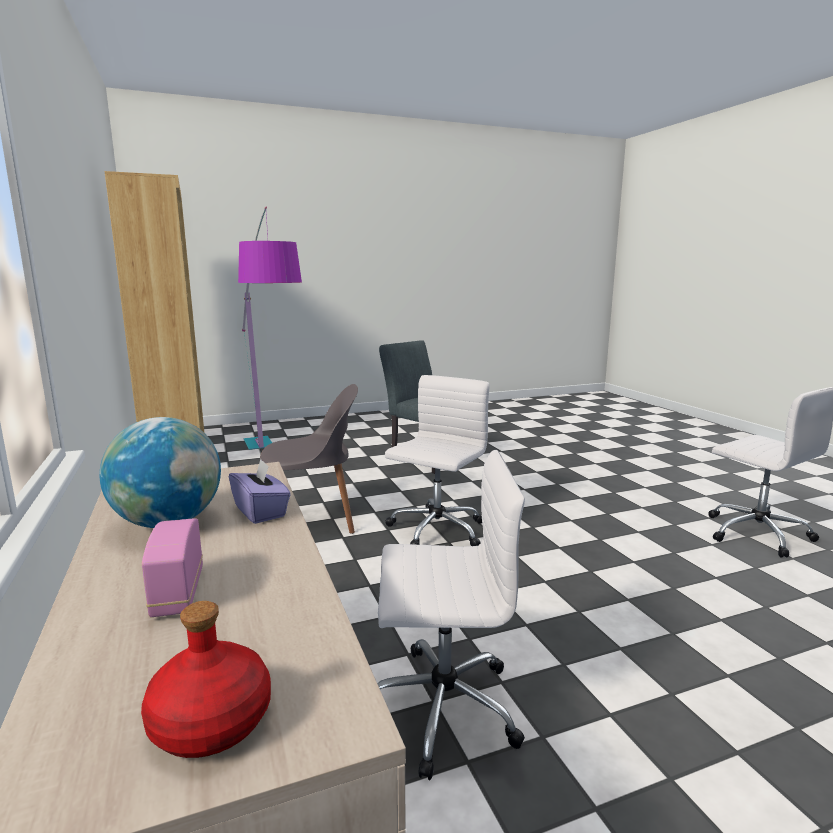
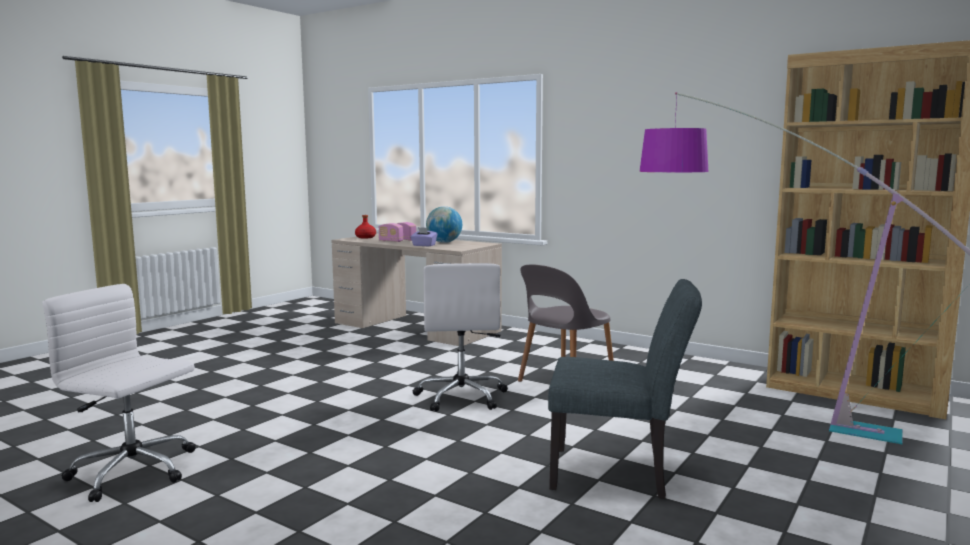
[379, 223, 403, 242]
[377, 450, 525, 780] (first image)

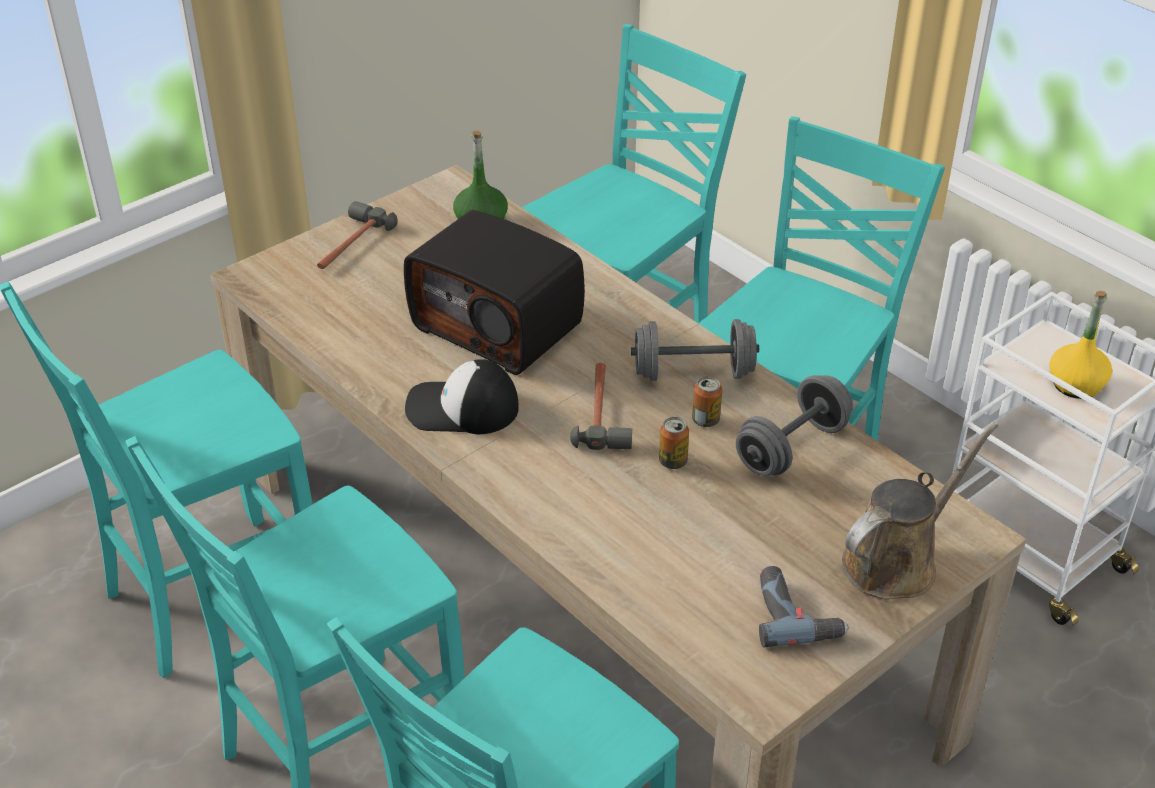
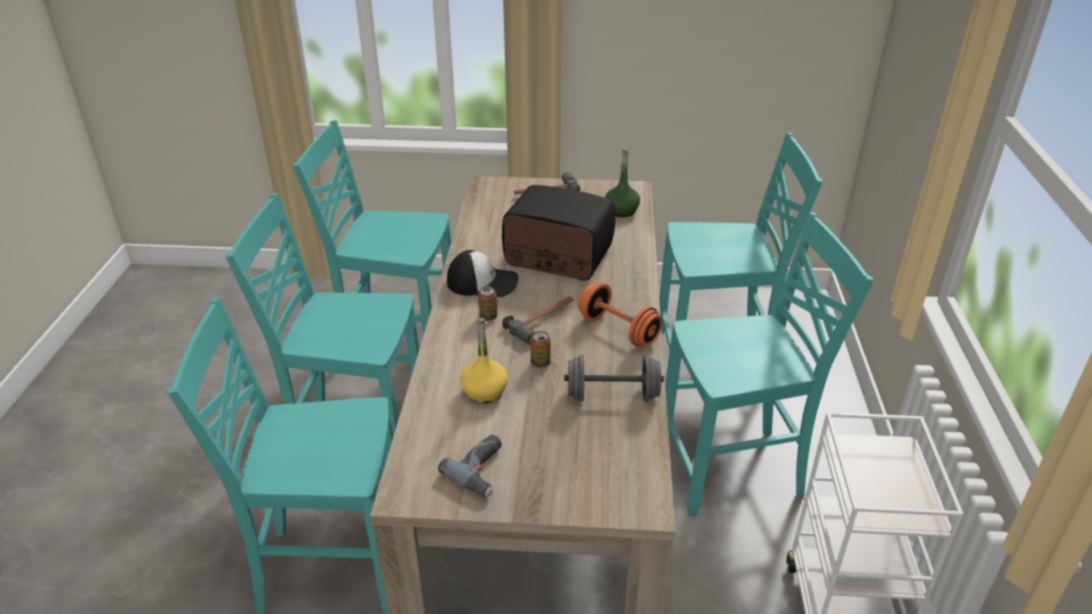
[447, 250, 519, 297]
[460, 318, 508, 403]
[478, 286, 497, 321]
[502, 185, 615, 281]
[578, 283, 663, 346]
[842, 422, 998, 599] (first image)

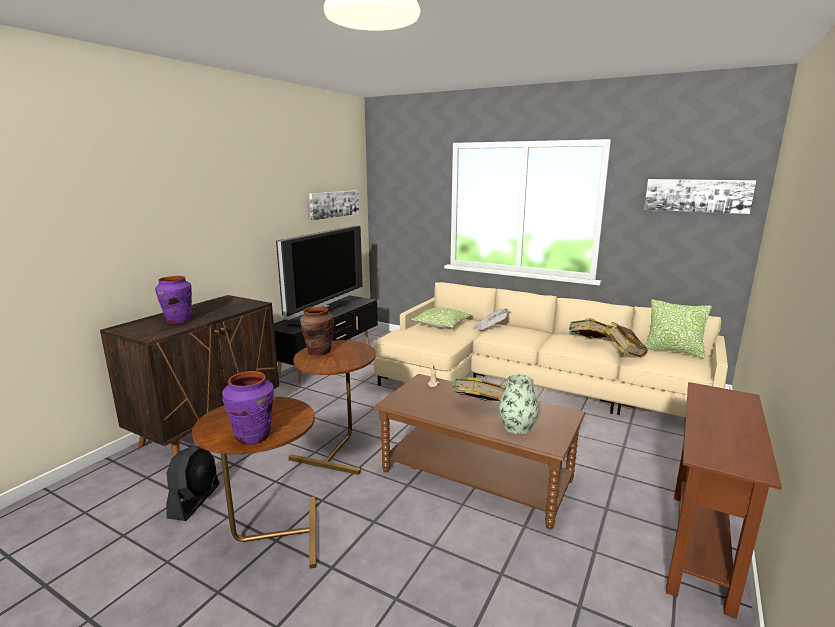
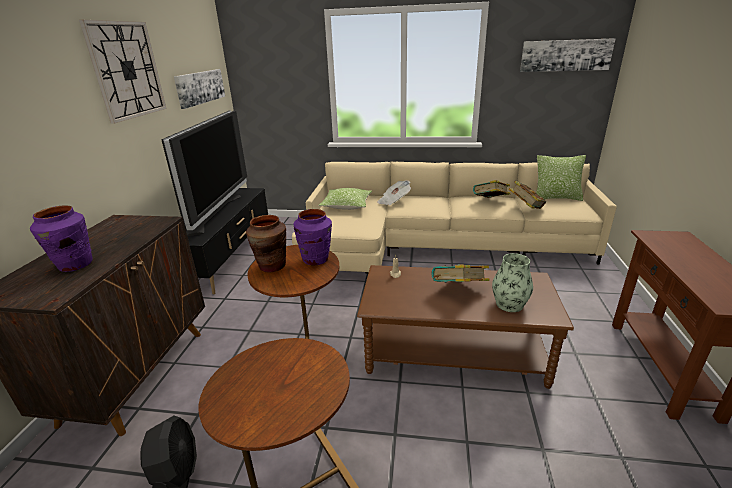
[79, 20, 167, 124]
[293, 209, 332, 265]

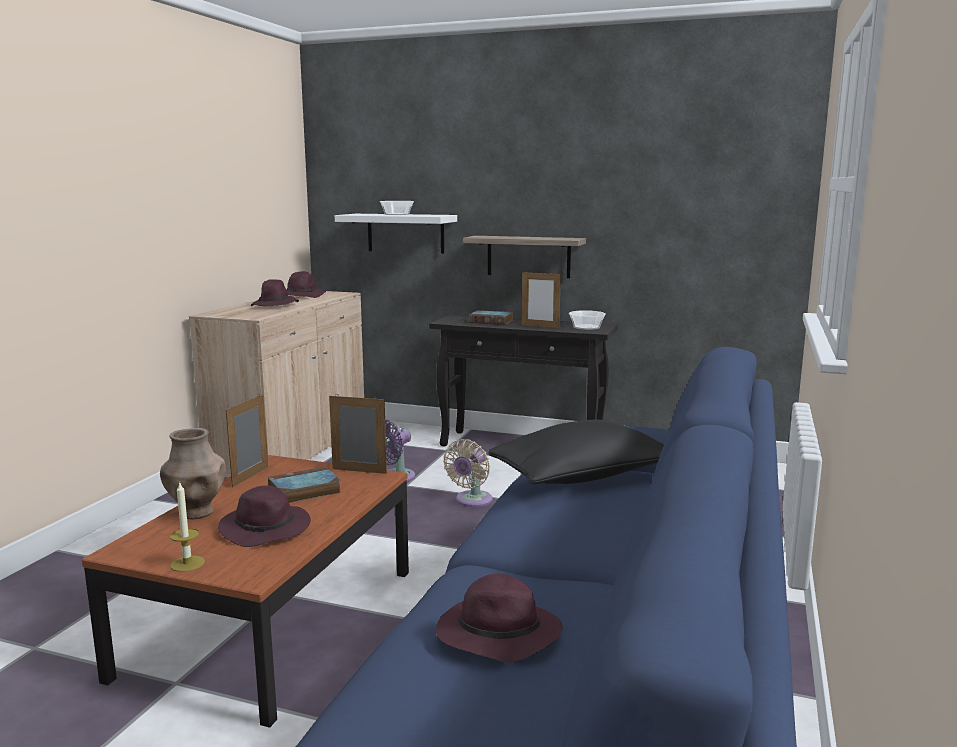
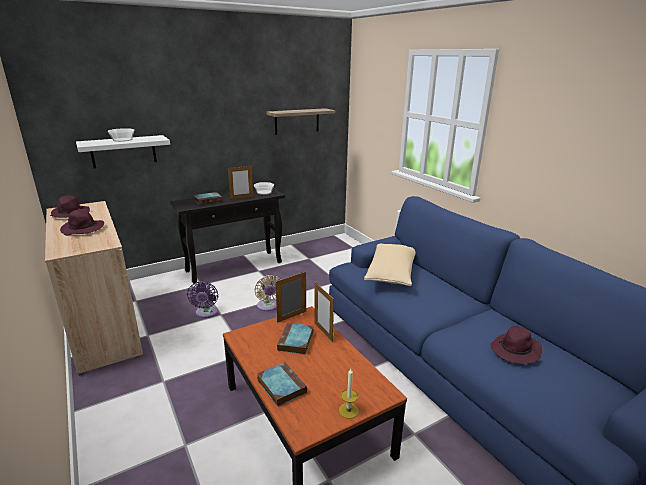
[257, 362, 307, 407]
[267, 108, 335, 135]
[314, 282, 334, 342]
[364, 244, 416, 286]
[218, 486, 311, 547] (first image)

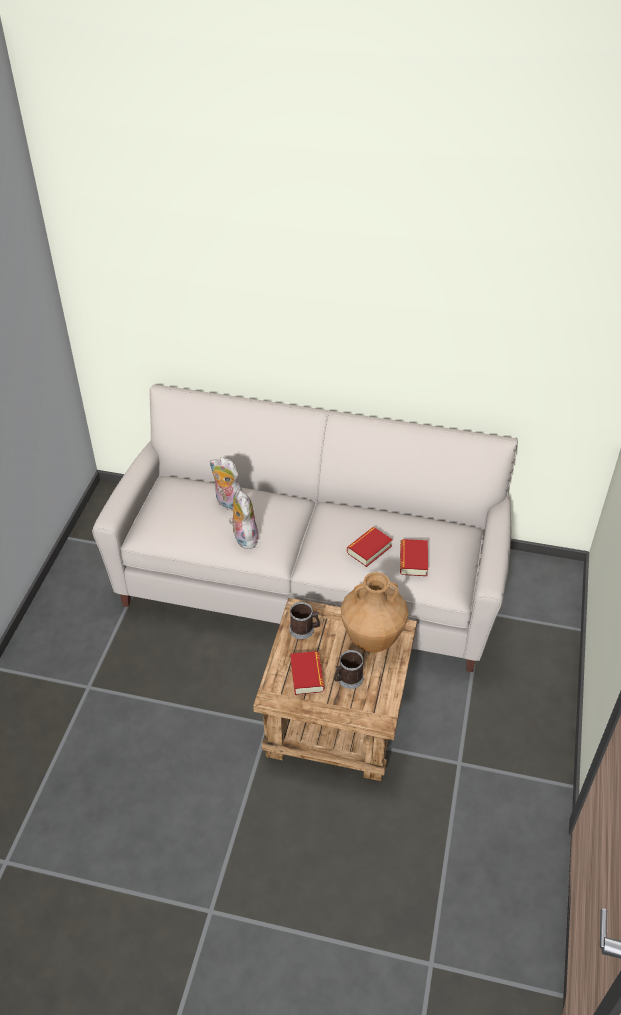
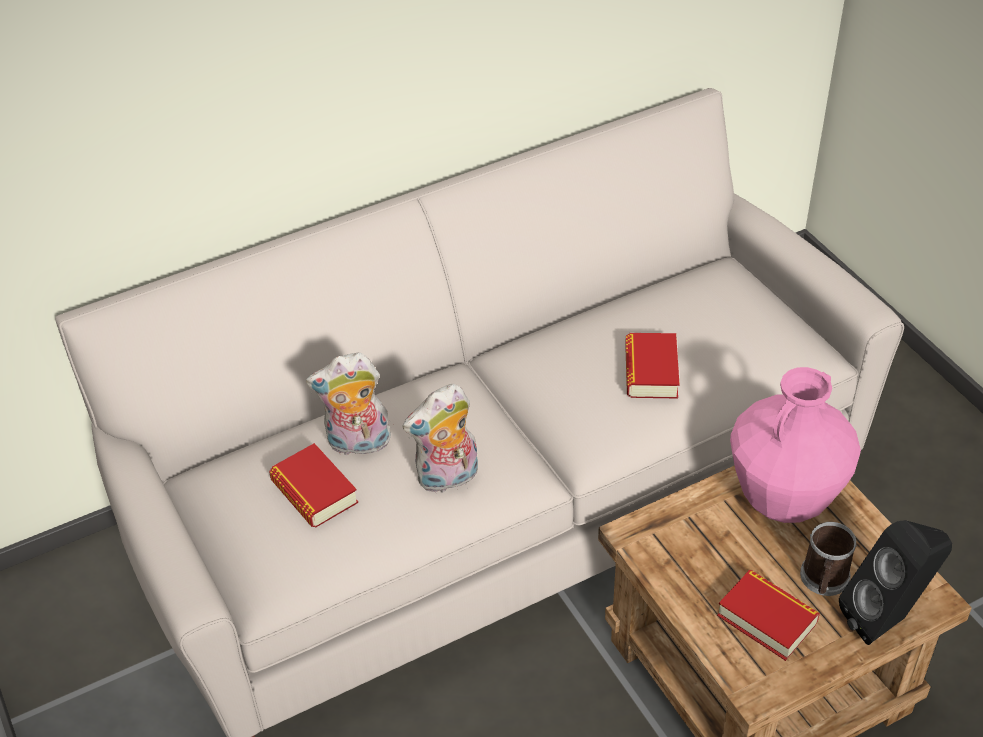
[269, 443, 358, 528]
[402, 384, 478, 494]
[730, 367, 861, 523]
[839, 520, 952, 645]
[289, 602, 320, 639] (first image)

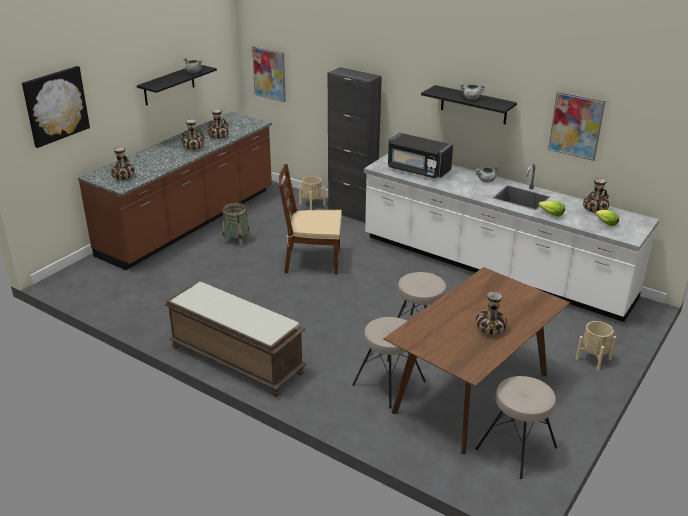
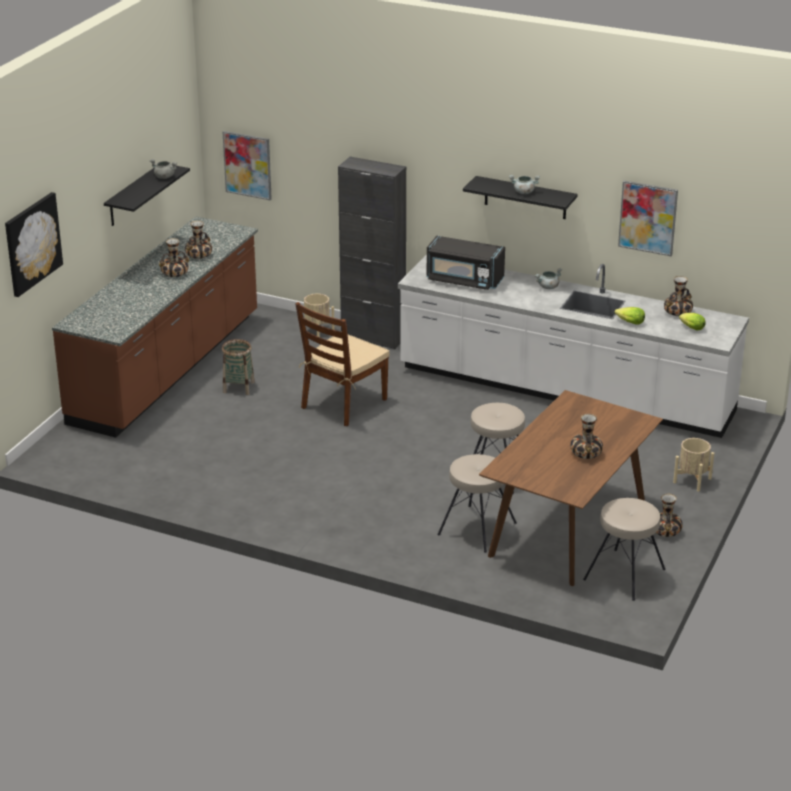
[295, 302, 389, 426]
[656, 494, 683, 537]
[164, 282, 306, 396] (first image)

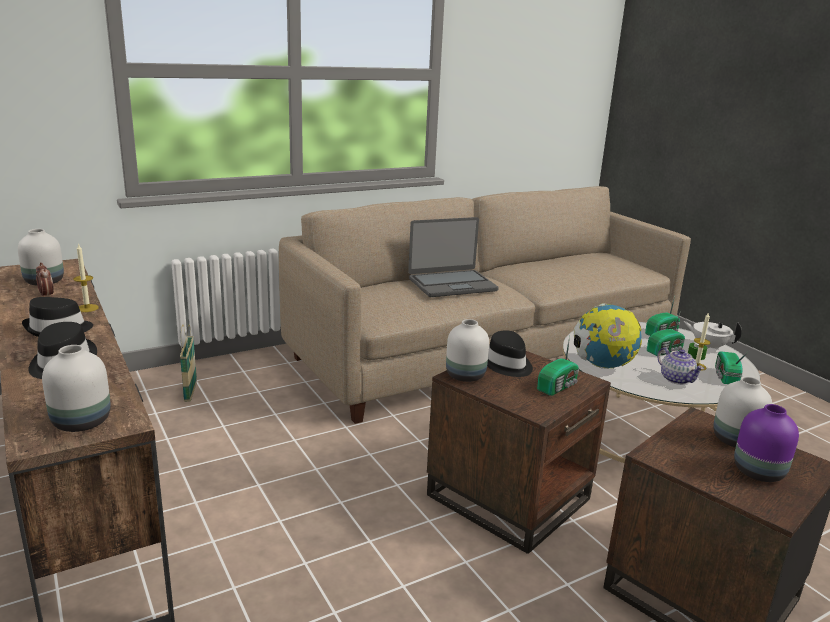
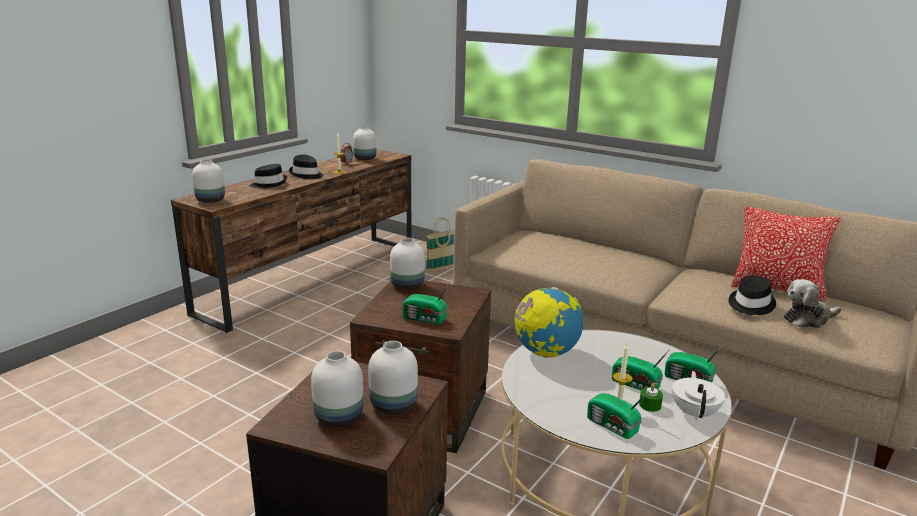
[311, 351, 364, 427]
[587, 390, 650, 439]
[728, 275, 776, 315]
[731, 206, 841, 302]
[783, 279, 841, 328]
[408, 217, 499, 297] (first image)
[657, 347, 704, 385] (first image)

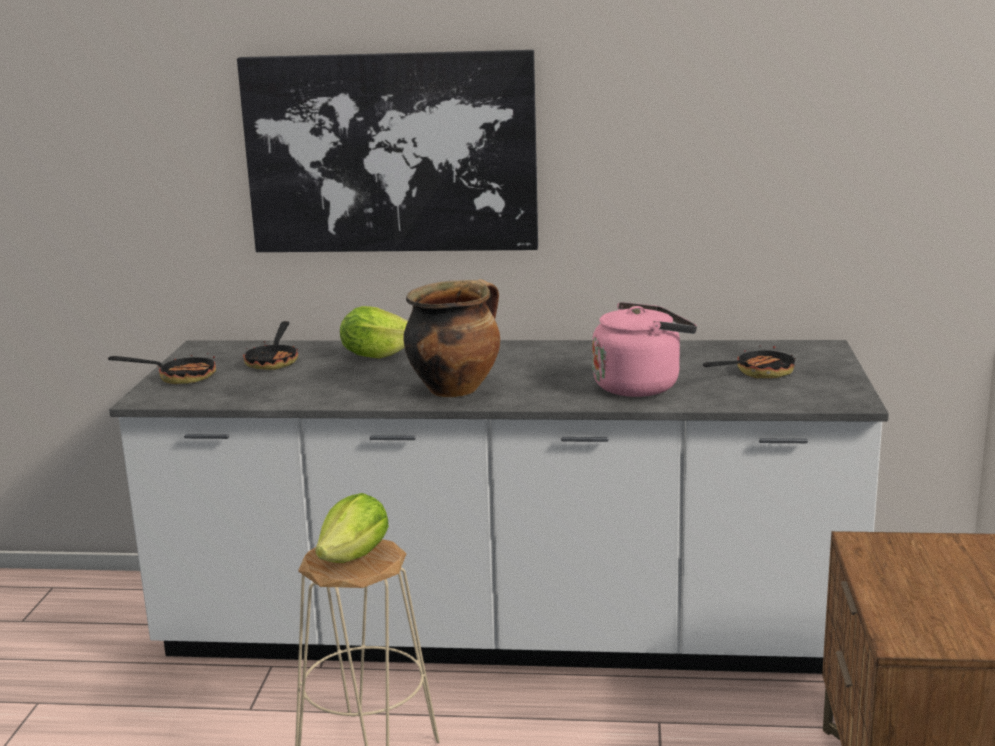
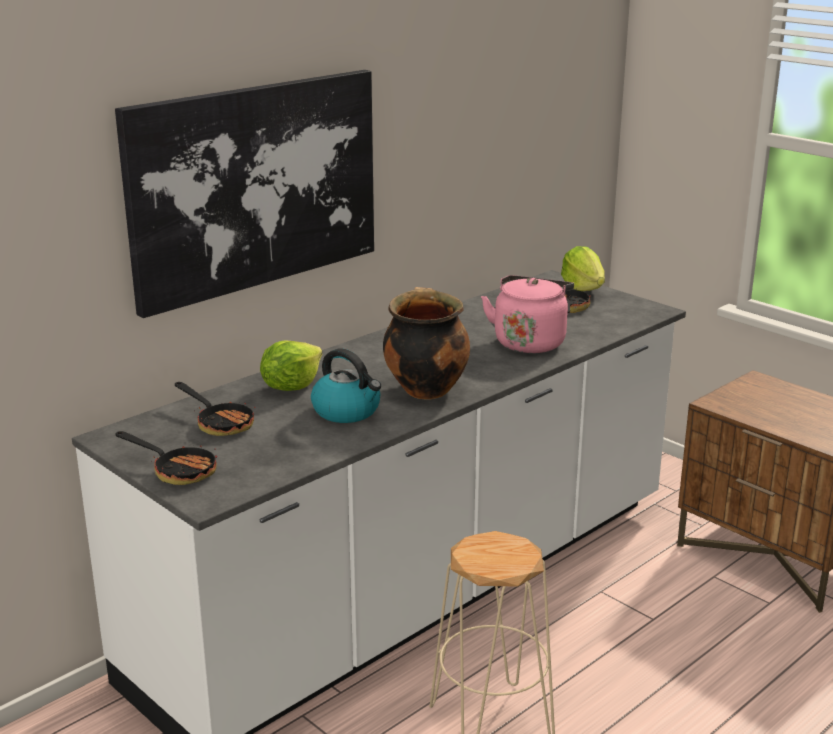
[115, 431, 217, 485]
[311, 348, 381, 423]
[561, 246, 605, 291]

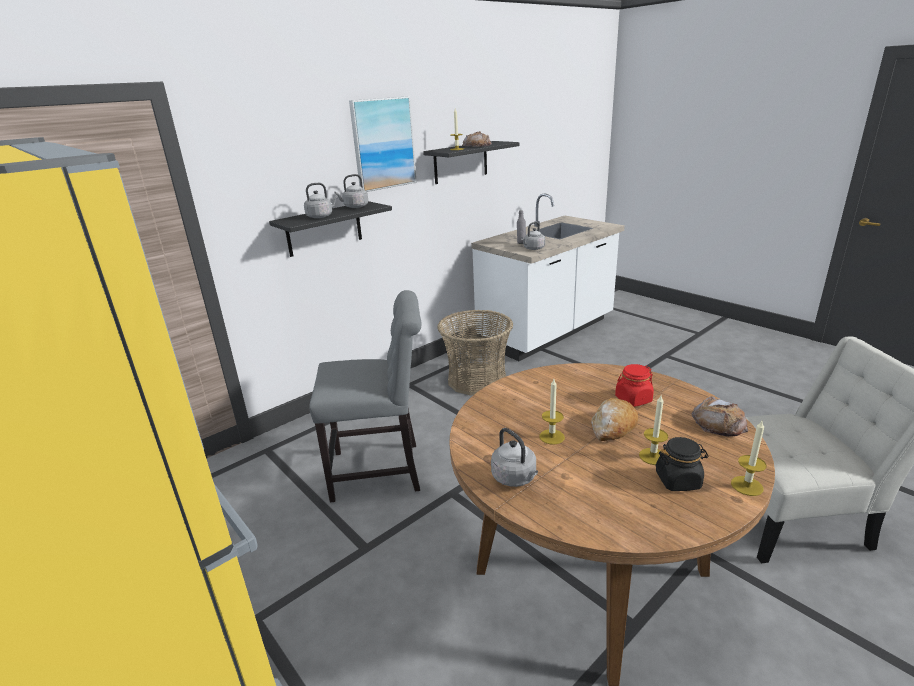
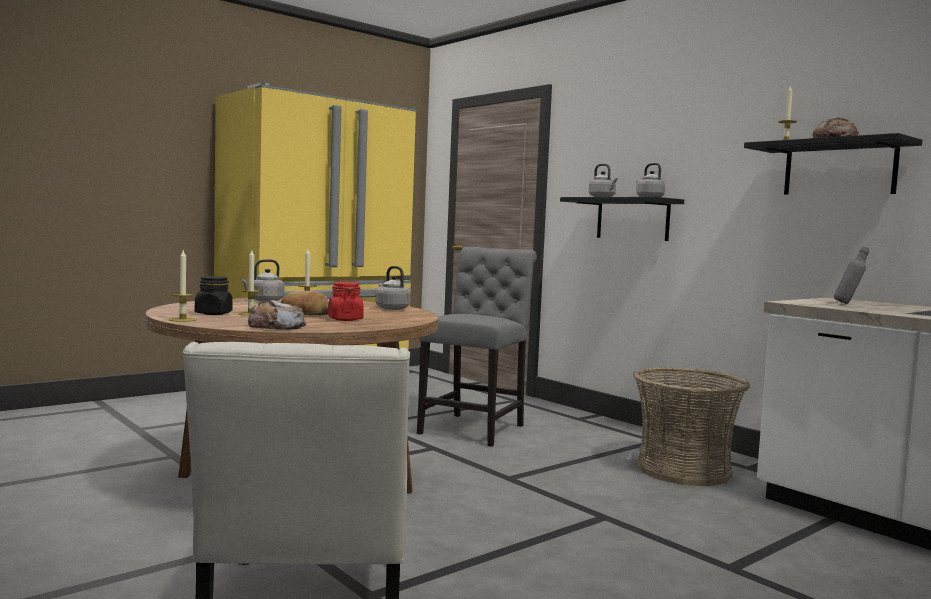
[376, 266, 411, 310]
[417, 247, 537, 447]
[349, 96, 417, 192] (first image)

